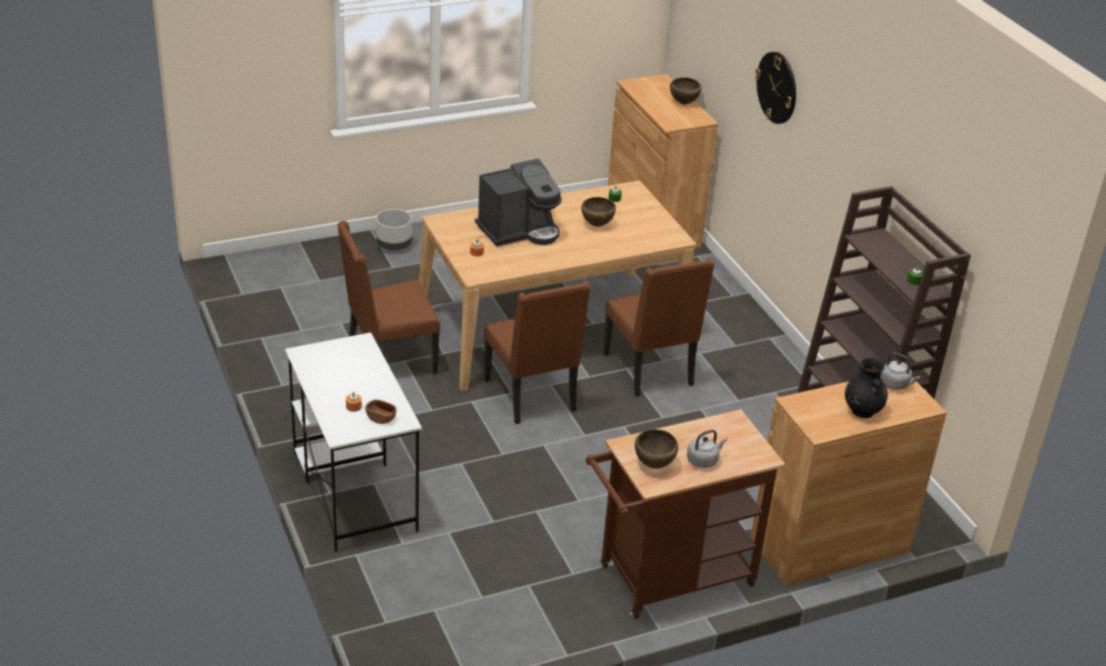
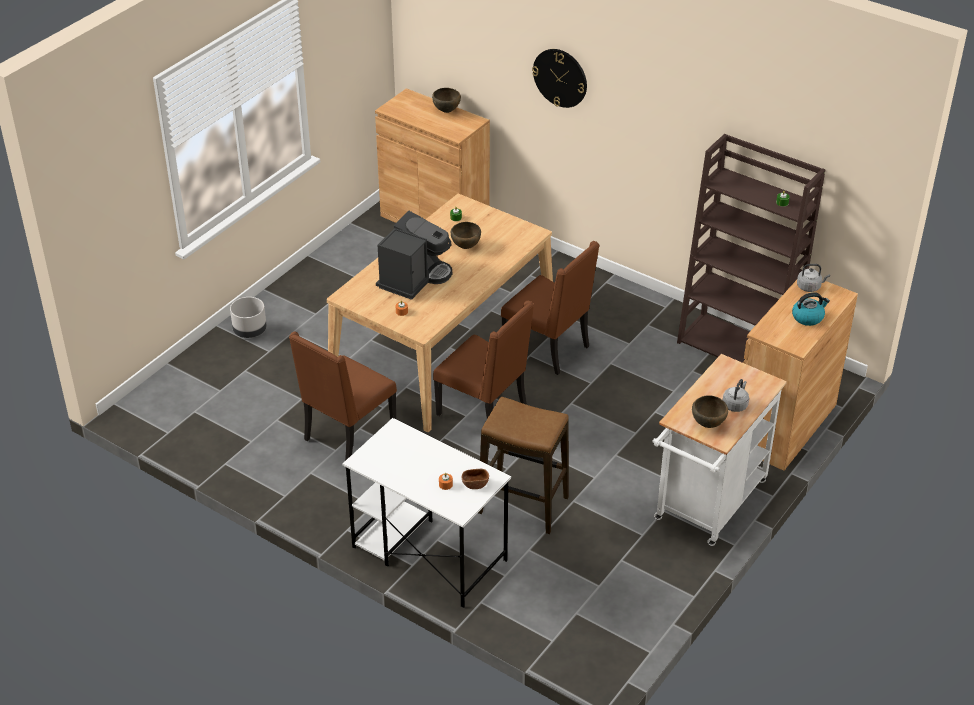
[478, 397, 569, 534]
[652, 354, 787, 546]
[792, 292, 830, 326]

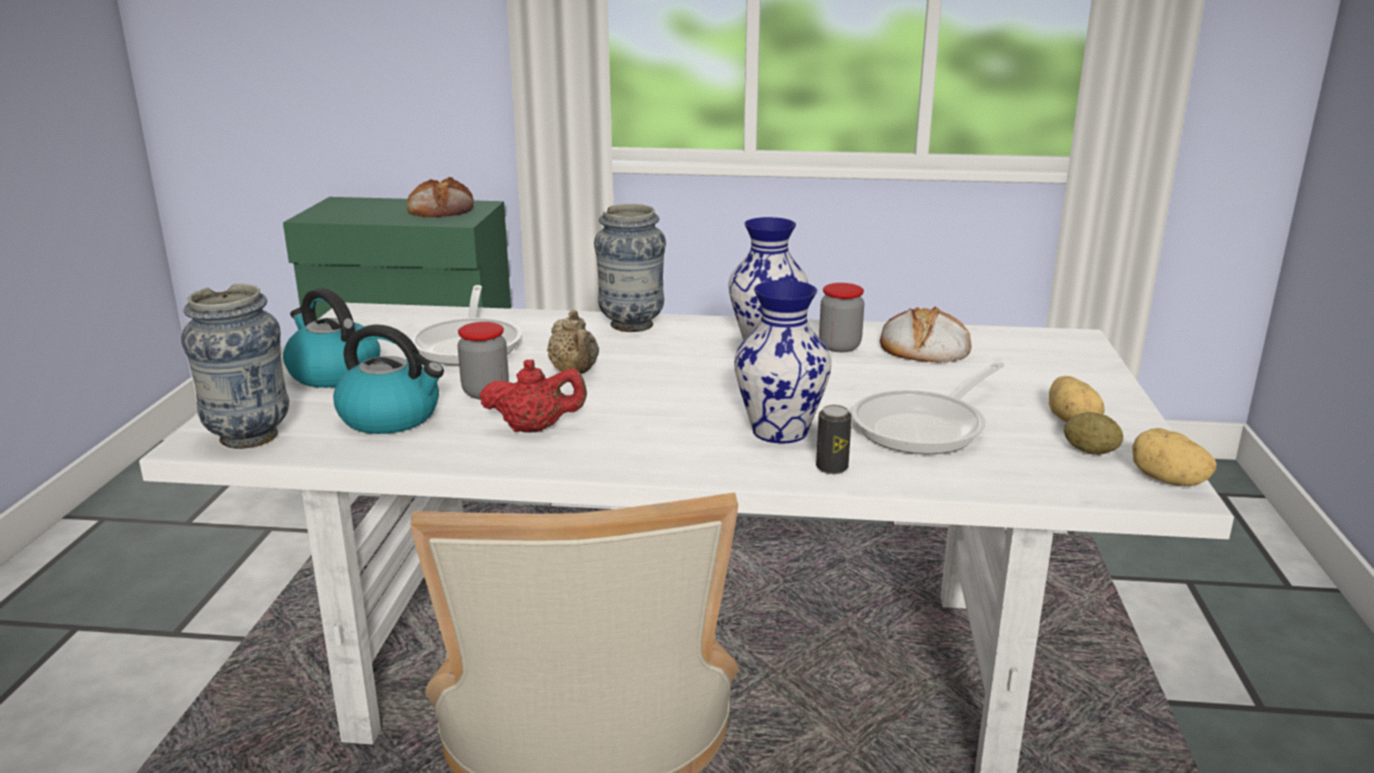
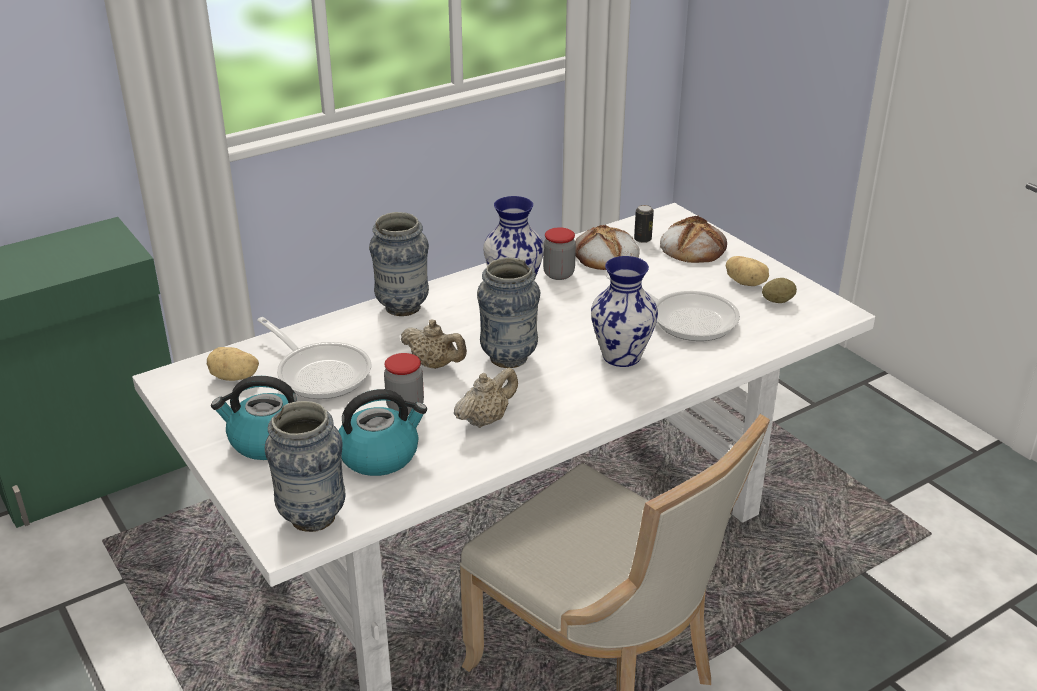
[207, 347, 259, 381]
[454, 368, 518, 428]
[477, 257, 540, 368]
[607, 275, 740, 341]
[634, 205, 654, 243]
[660, 216, 727, 263]

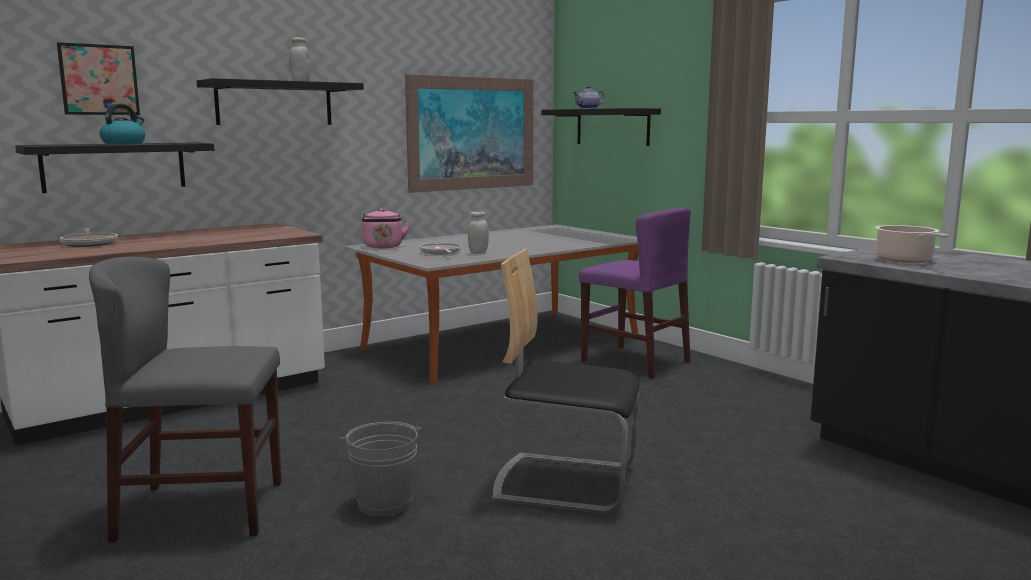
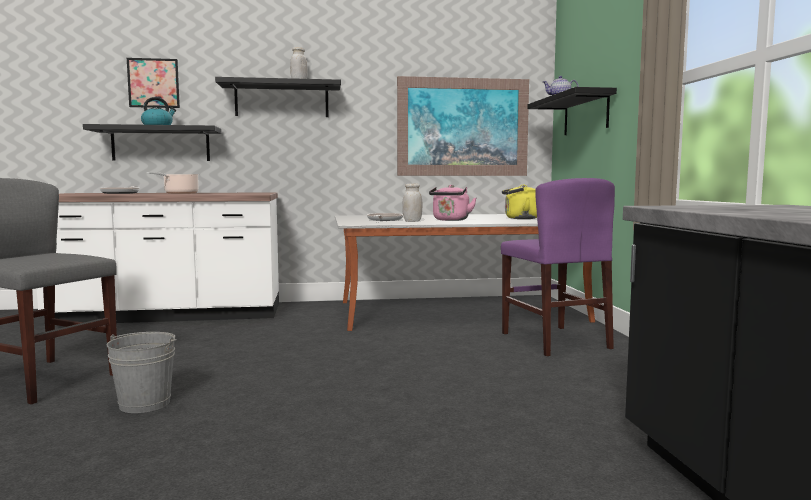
[146, 172, 200, 194]
[429, 185, 476, 221]
[502, 185, 537, 219]
[493, 249, 640, 514] (first image)

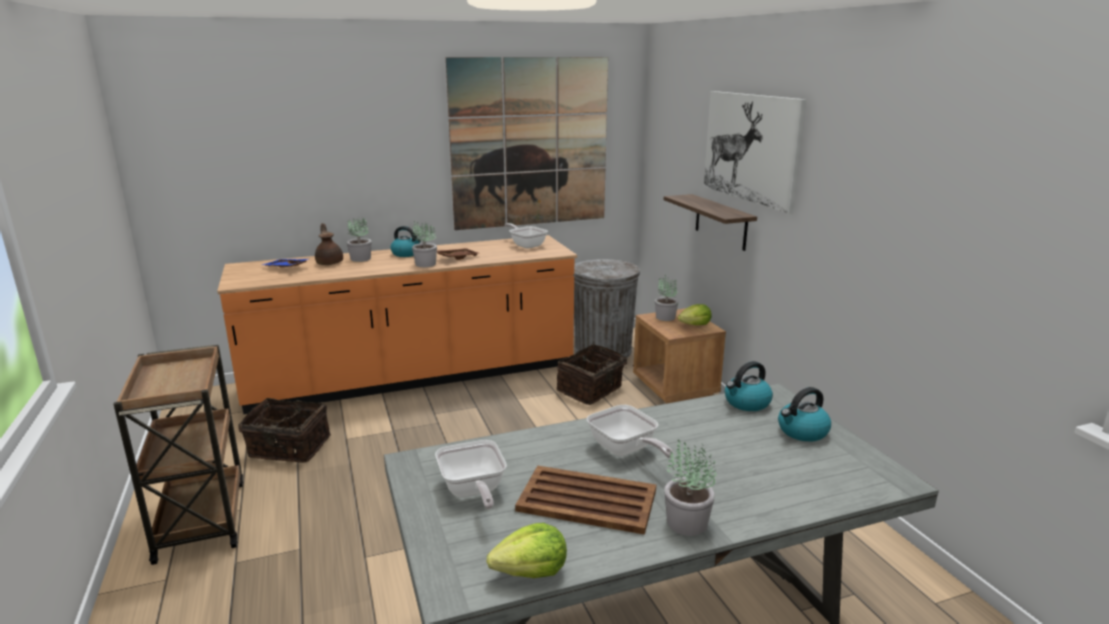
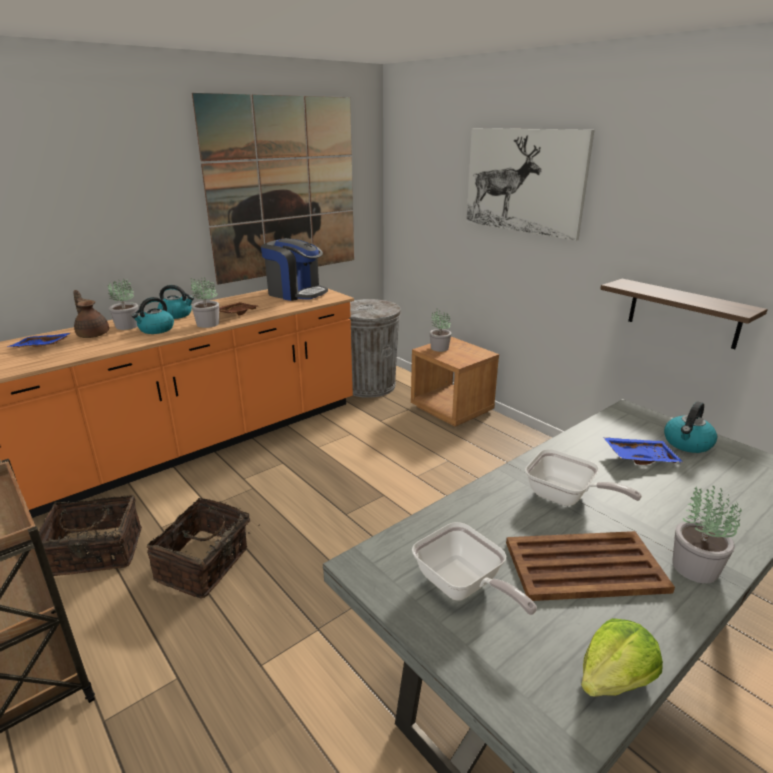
[132, 297, 174, 334]
[147, 498, 260, 599]
[261, 238, 328, 301]
[600, 279, 768, 349]
[603, 437, 684, 465]
[678, 304, 712, 325] (first image)

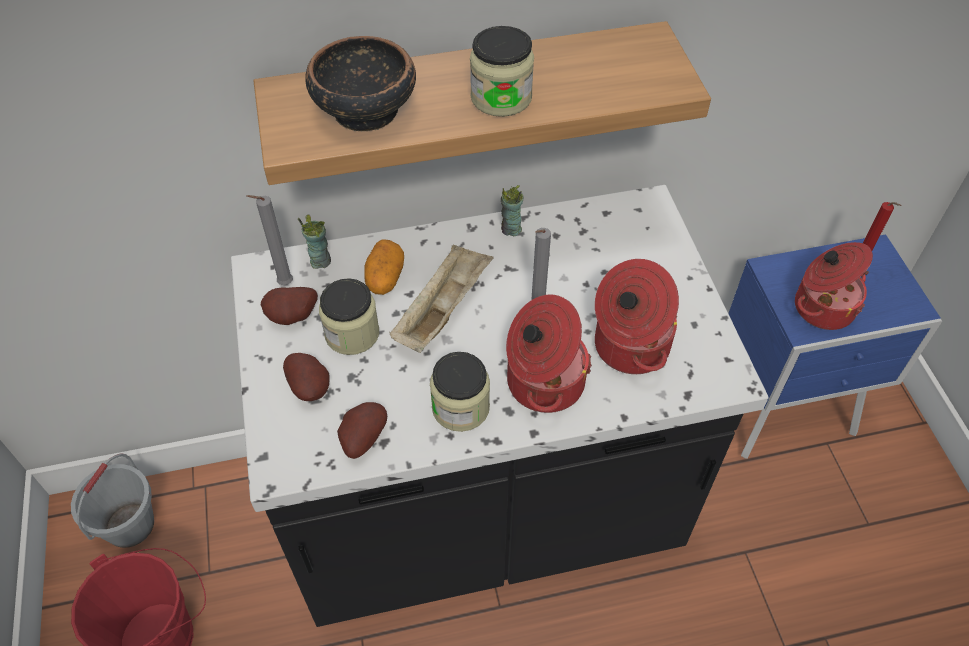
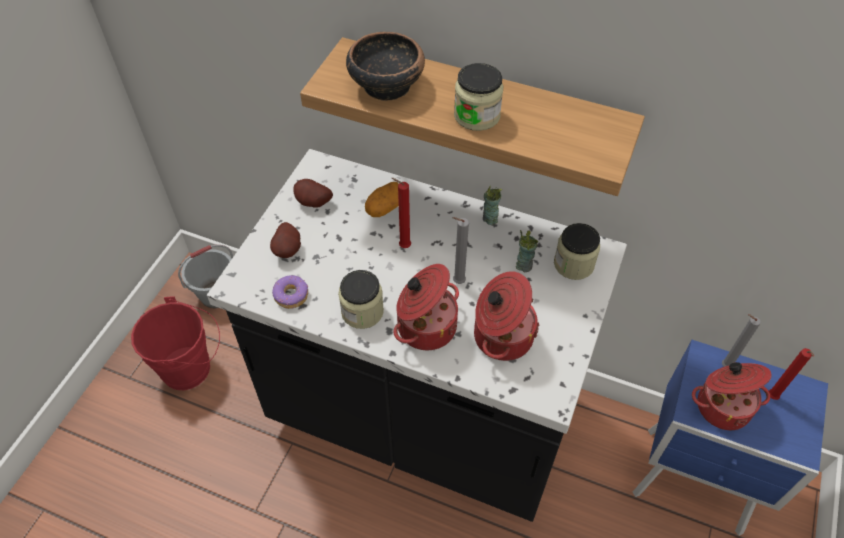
[272, 275, 308, 309]
[392, 178, 411, 248]
[516, 230, 538, 272]
[554, 223, 600, 280]
[722, 314, 761, 367]

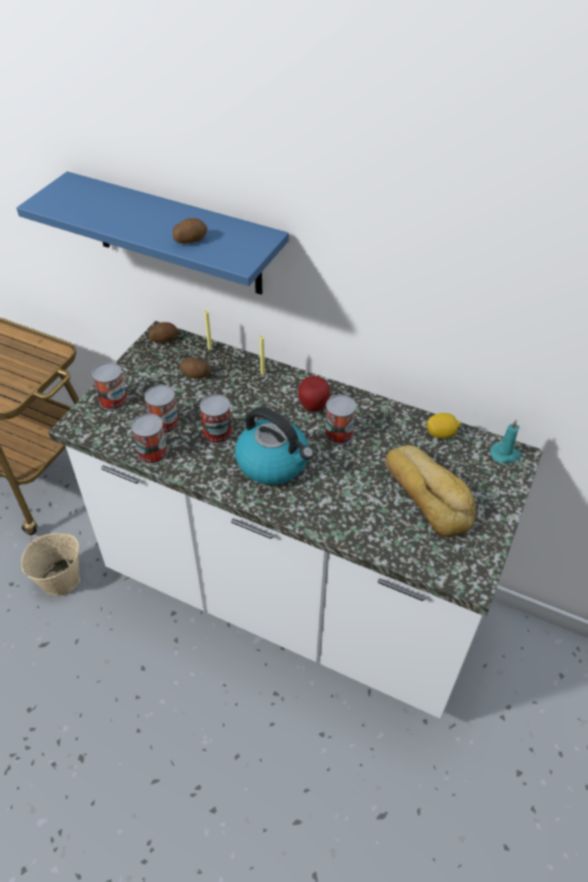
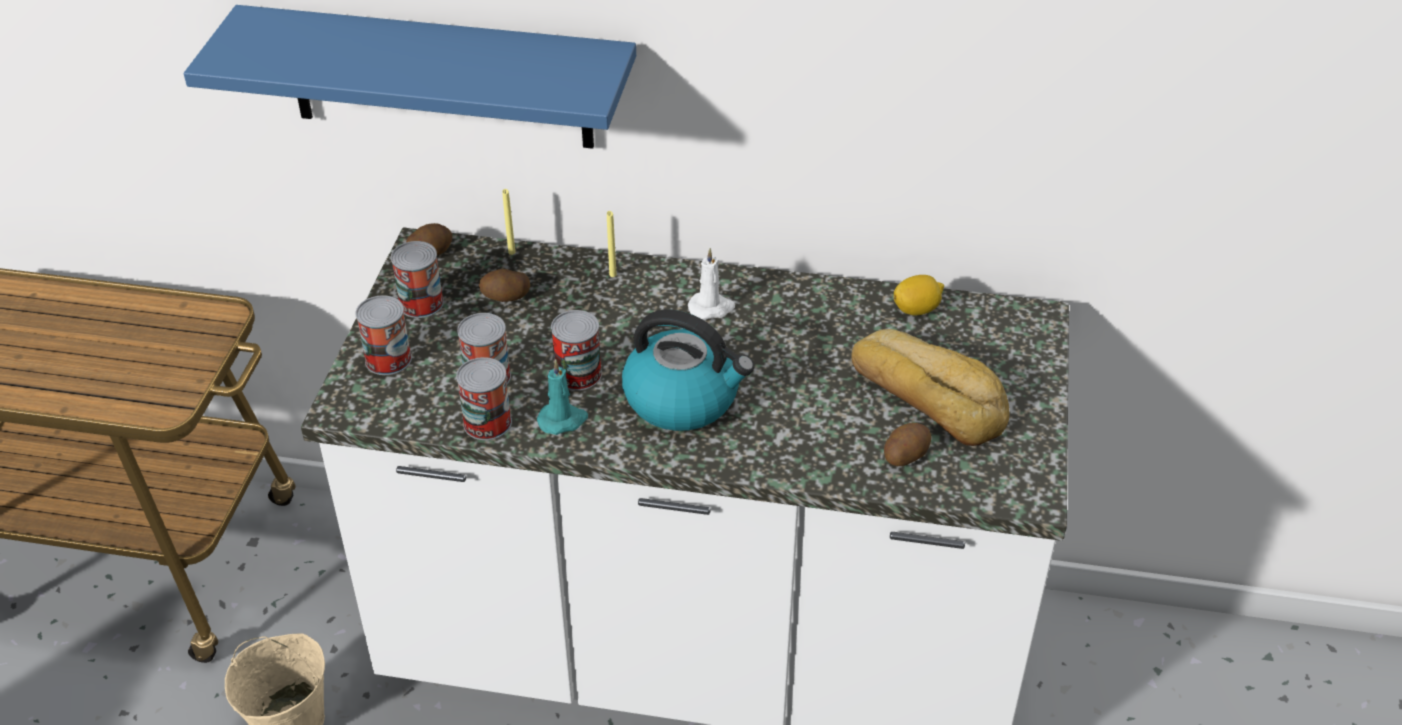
[391, 241, 444, 318]
[537, 360, 588, 435]
[688, 248, 735, 320]
[884, 423, 932, 466]

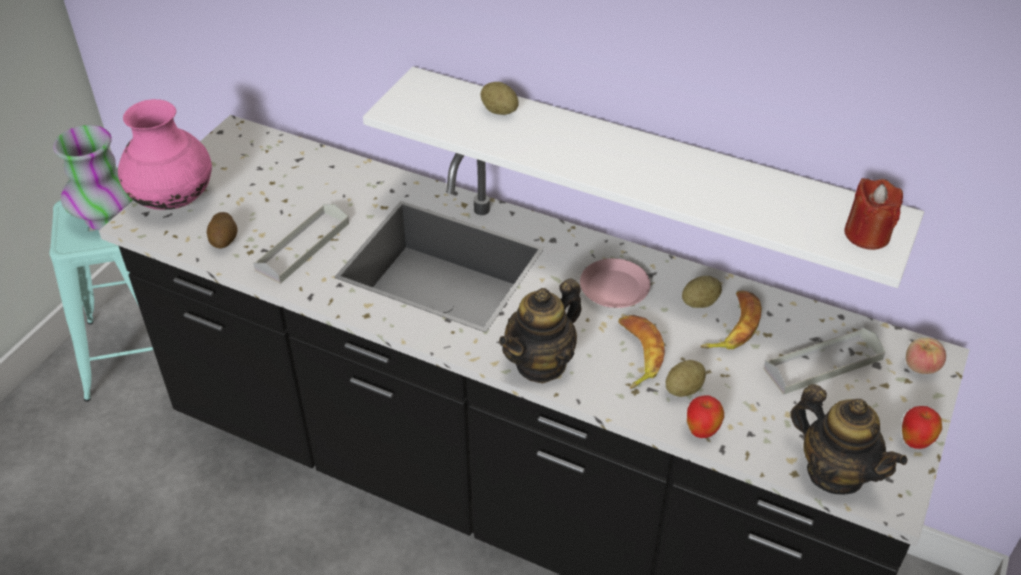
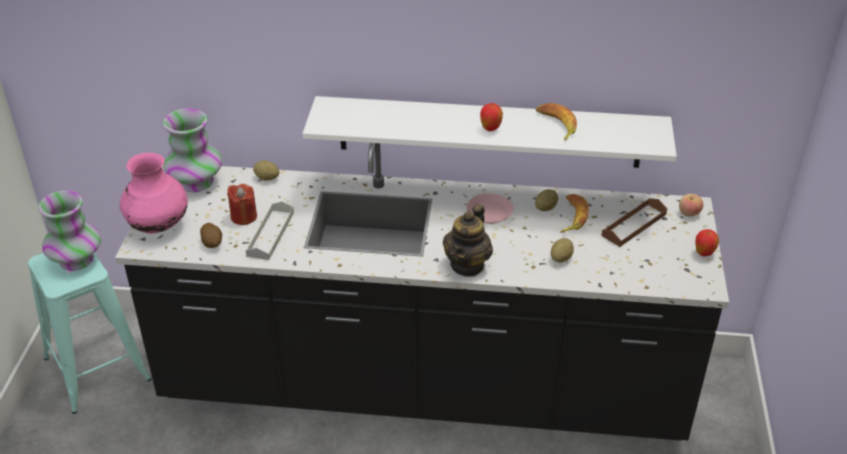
[163, 108, 222, 192]
[227, 184, 257, 225]
[253, 160, 279, 181]
[480, 103, 503, 131]
[536, 103, 577, 141]
[602, 198, 667, 247]
[790, 384, 907, 495] (first image)

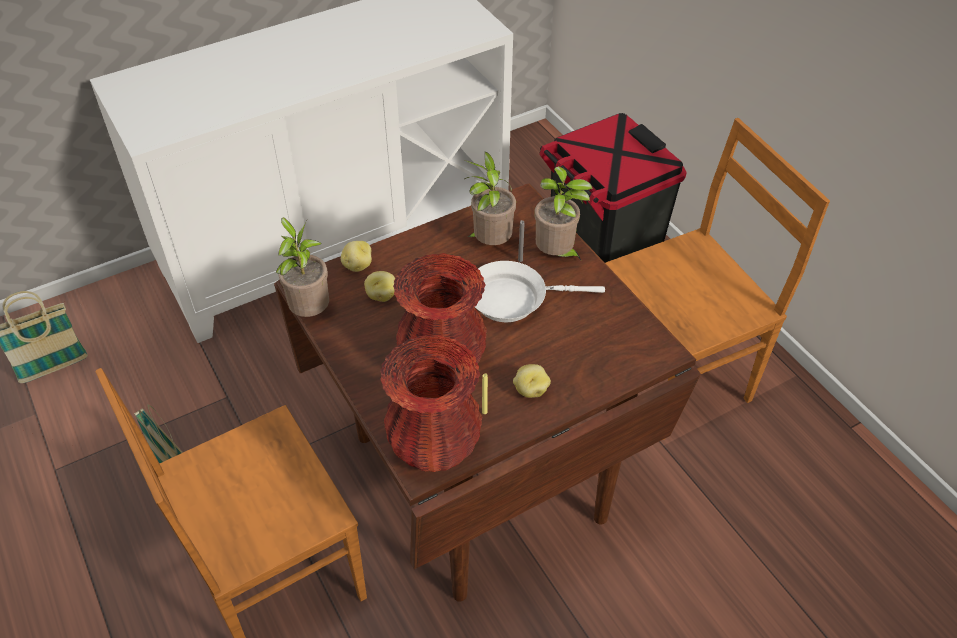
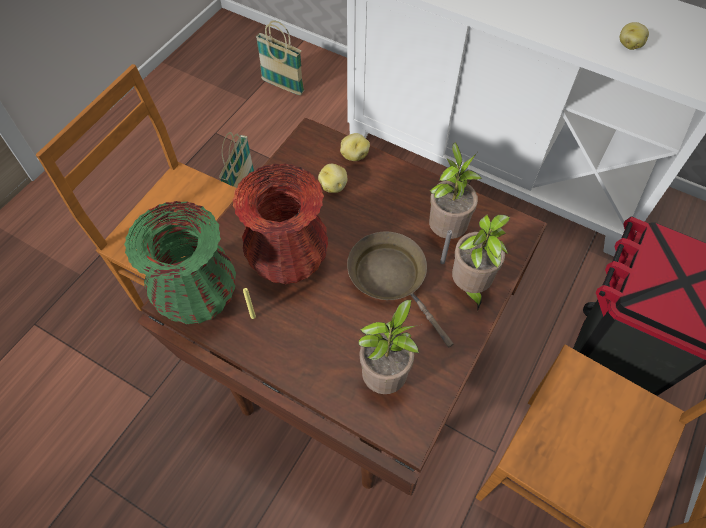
[124, 201, 236, 324]
[347, 231, 454, 347]
[358, 300, 422, 394]
[620, 22, 649, 50]

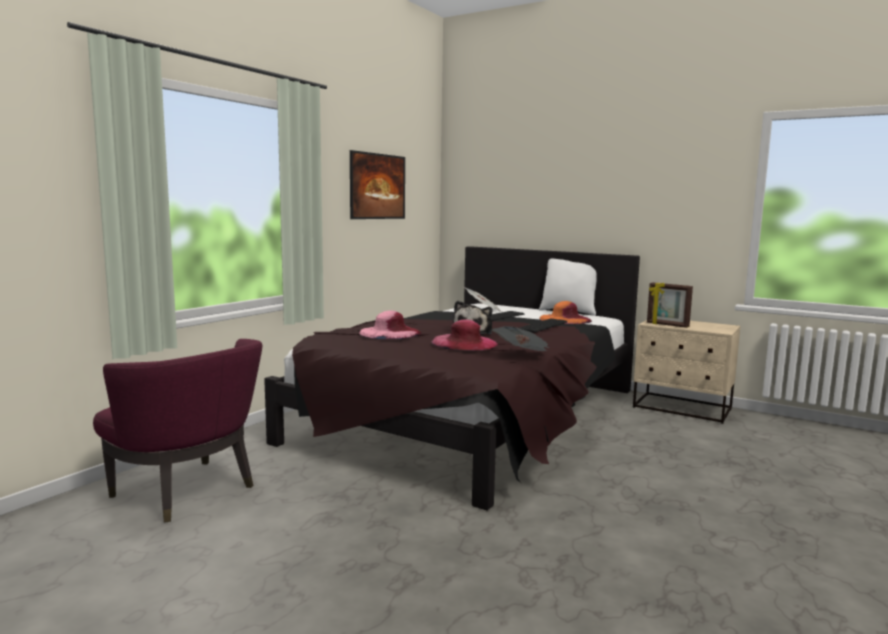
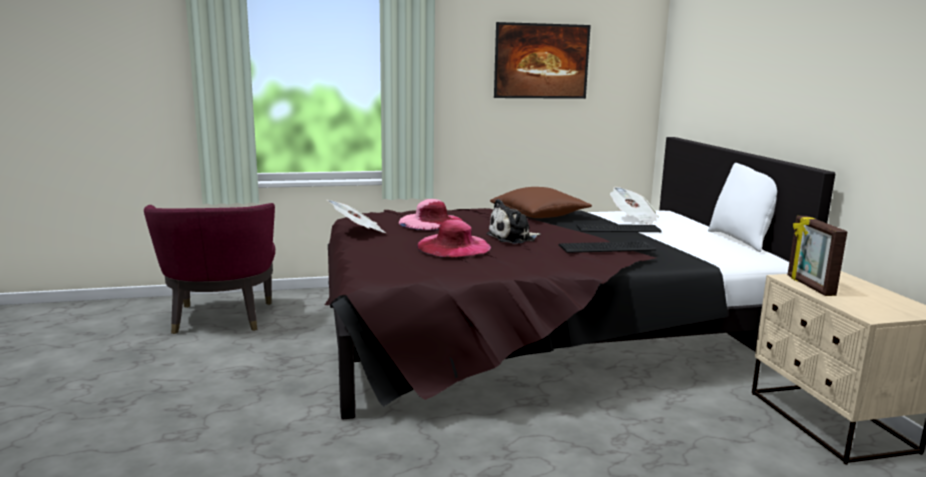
[327, 200, 386, 233]
[490, 187, 592, 218]
[539, 301, 592, 324] (first image)

